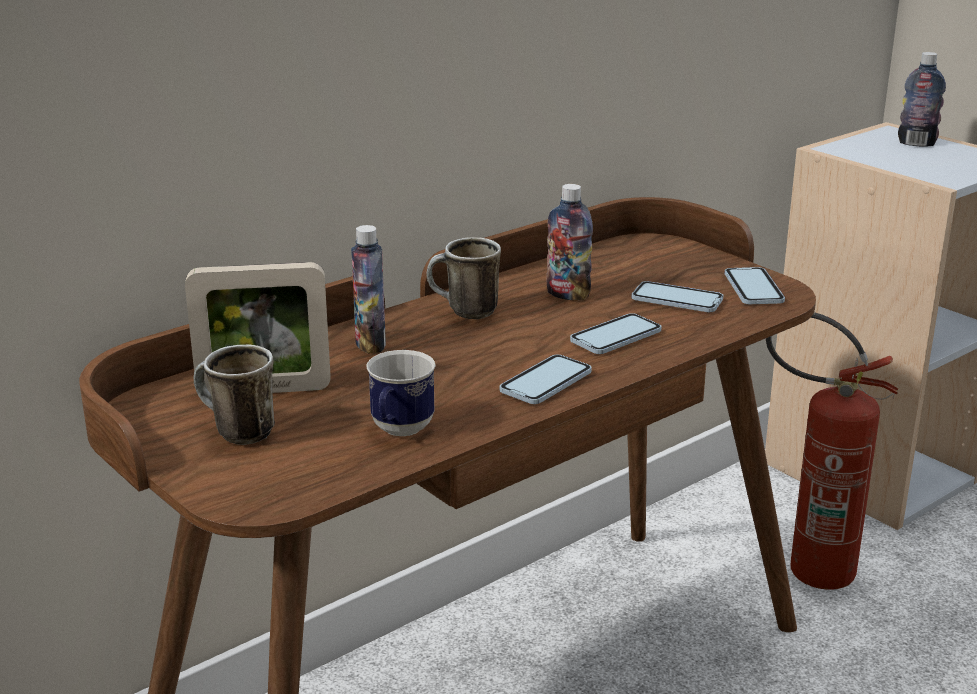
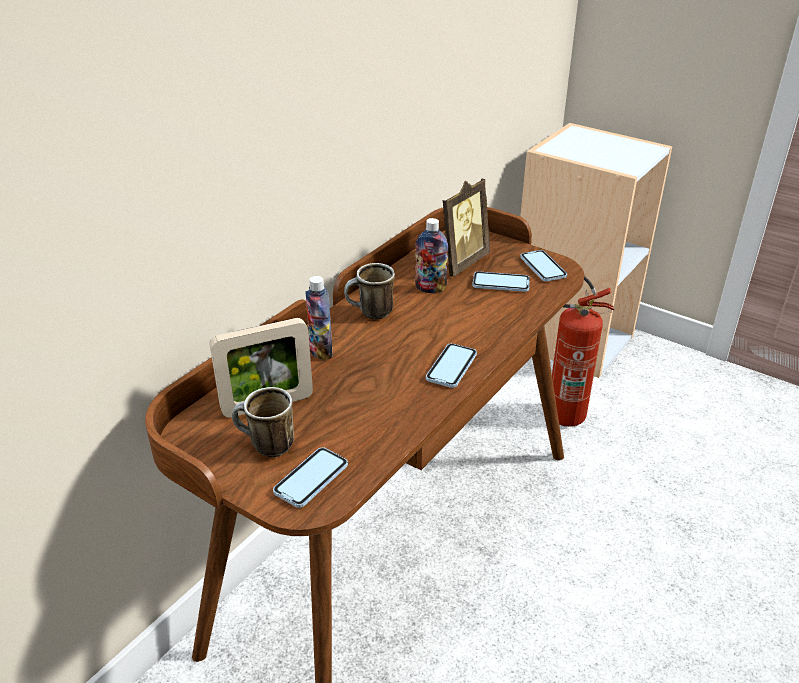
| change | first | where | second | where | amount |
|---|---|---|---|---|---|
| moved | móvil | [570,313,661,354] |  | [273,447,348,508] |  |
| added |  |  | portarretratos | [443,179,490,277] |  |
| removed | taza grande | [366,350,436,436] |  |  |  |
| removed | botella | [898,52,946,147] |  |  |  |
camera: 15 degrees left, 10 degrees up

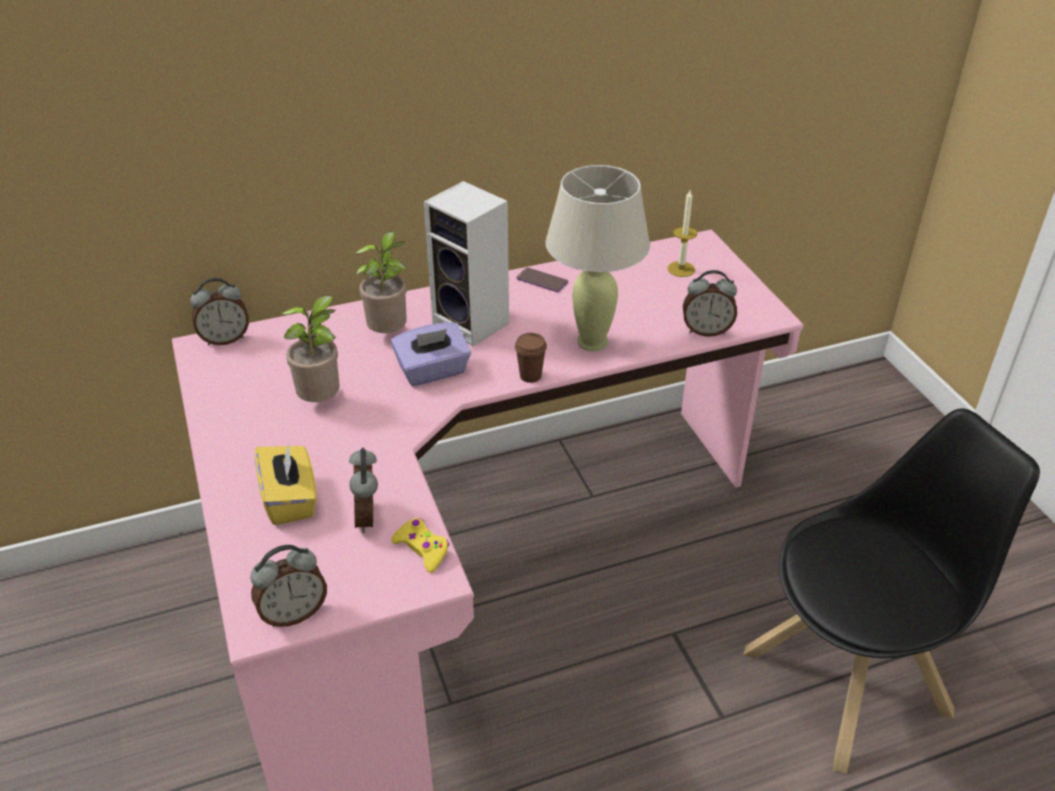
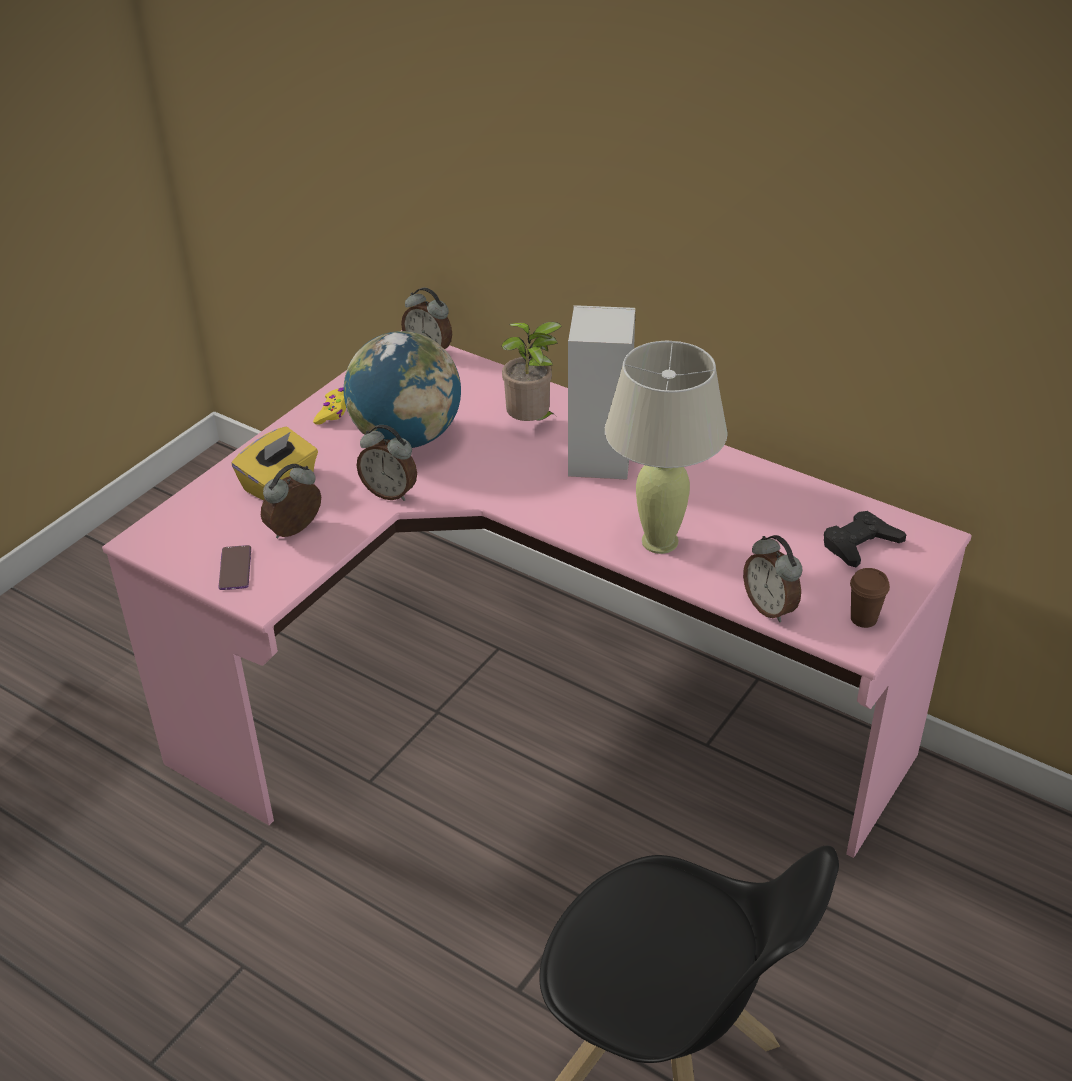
| change | first | where | second | where | amount |
|---|---|---|---|---|---|
| moved | móvil | [516,267,568,292] |  | [219,545,251,590] |  |
| moved | mando de consola [amarillo] | [391,518,449,573] |  | [313,388,346,424] |  |
| replaced | planta en maceta | [282,295,341,402] | globo terráqueo | [344,331,461,448] |  |
| moved | despertador | [250,545,327,627] |  | [357,425,417,501] |  |
| replaced | vela | [667,190,698,277] | mando de consola [negro] | [824,511,906,567] |  |
| moved | taza [marrón] | [515,333,547,383] |  | [850,568,890,628] |  |
| removed | caja de pañuelos [morado] | [391,322,471,386] |  |  |  |
camera: 55 degrees right, 0 degrees up

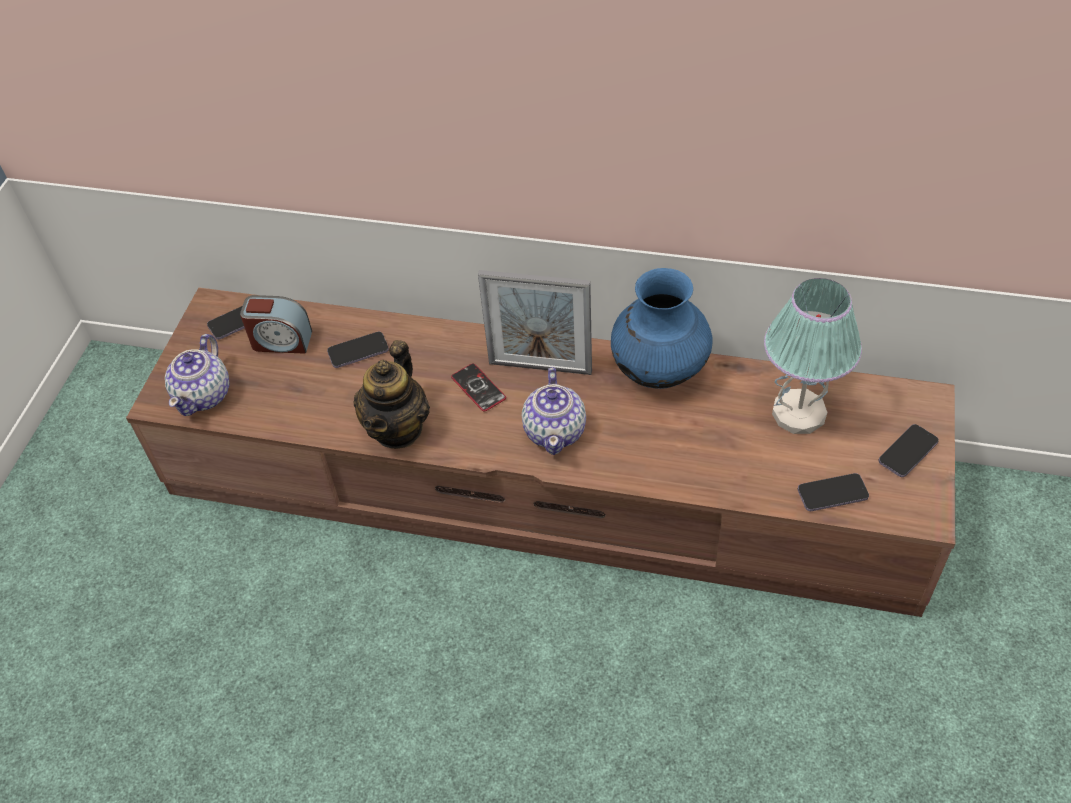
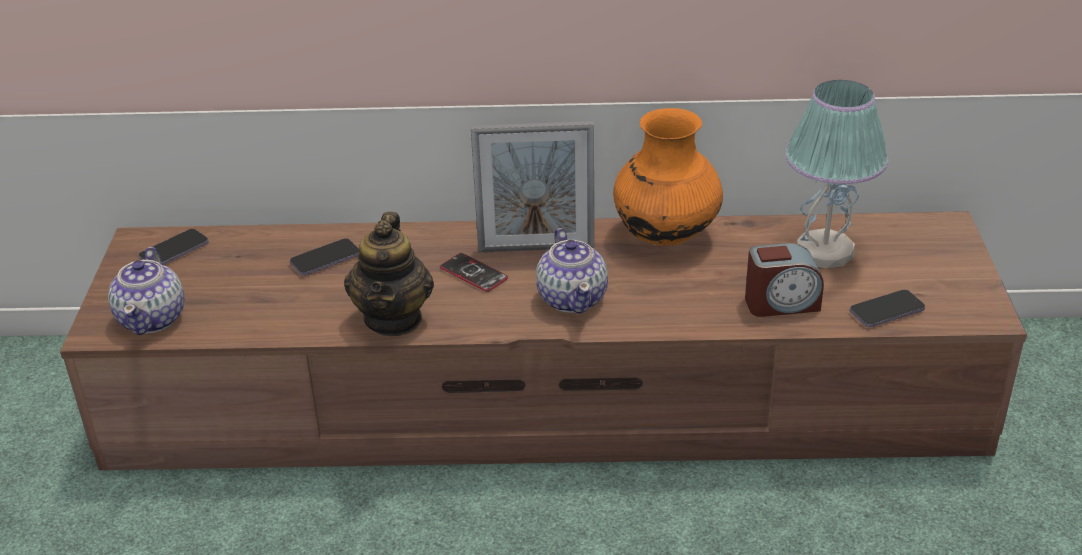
| change | first | where | second | where | amount |
|---|---|---|---|---|---|
| recoloured | florero [azul] | [611,268,712,389] | florero [naranja] | [613,108,723,246] |  |
| moved | despertador | [240,295,312,354] |  | [745,243,824,317] |  |
| removed | móvil | [879,424,939,477] |  |  |  |
camera: 15 degrees left, 15 degrees down

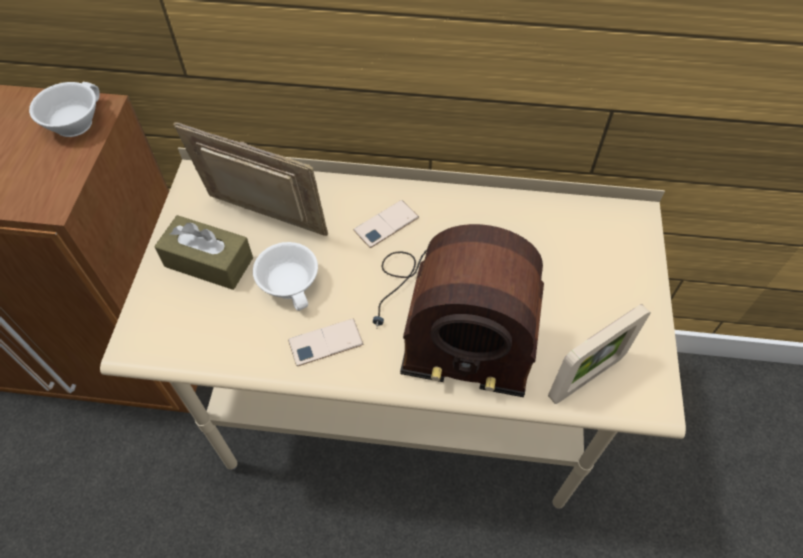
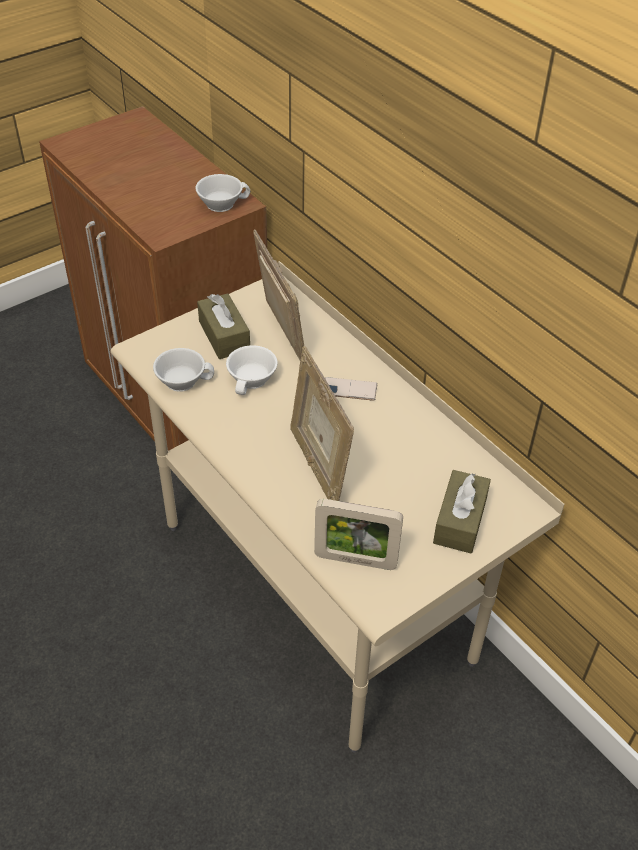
| change | first | where | second | where | amount |
|---|---|---|---|---|---|
| added |  |  | taza [blanco] | [153,348,214,392] |  |
| replaced | radio | [373,224,544,397] | portarretratos | [290,346,354,501] |  |
| added |  |  | caja de pañuelos [marrón] | [433,470,491,554] |  |
| removed | móvil | [288,319,363,366] |  |  |  |
camera: 45 degrees right, 10 degrees down

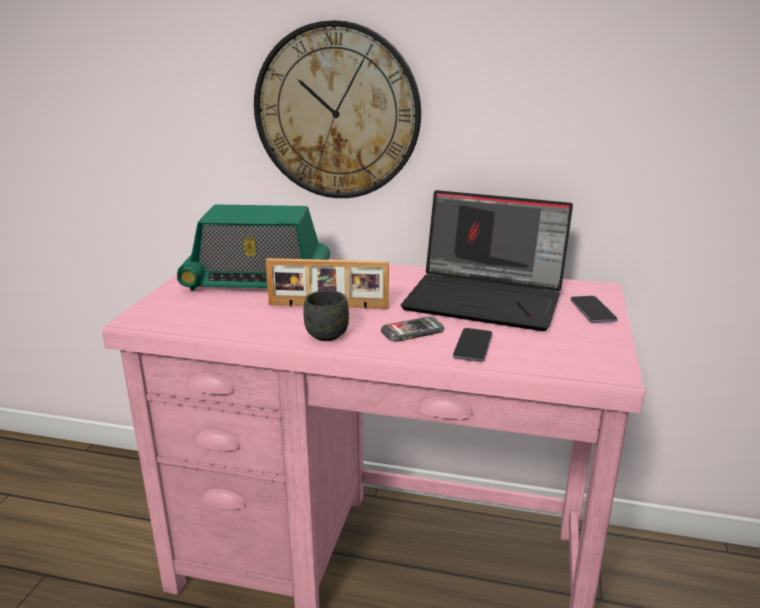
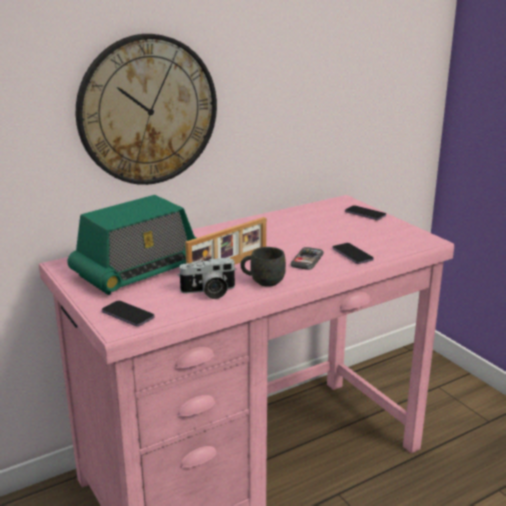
| change | first | where | second | where | amount |
|---|---|---|---|---|---|
| added |  |  | móvil | [102,301,154,326] |  |
| added |  |  | cámara | [178,257,236,299] |  |
| removed | portátil | [401,190,573,331] |  |  |  |
camera: 45 degrees left, 0 degrees up

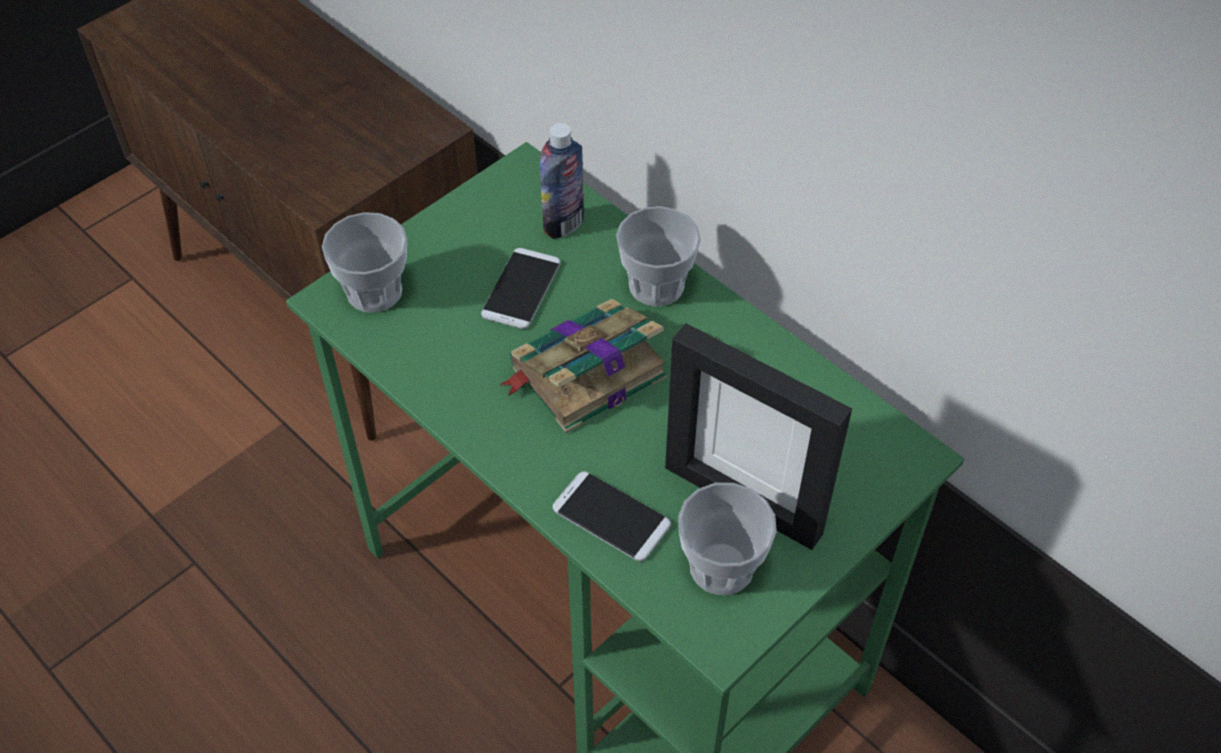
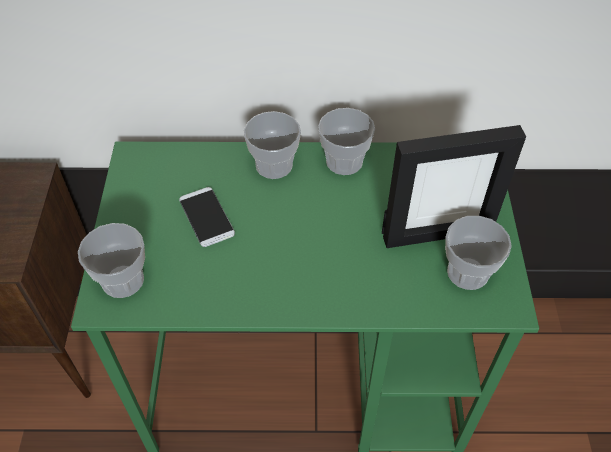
| change | first | where | second | where | amount |
|---|---|---|---|---|---|
| added |  |  | taza | [318,108,375,175] |  |
| removed | libro | [499,299,668,433] |  |  |  |
| removed | botella | [540,123,584,239] |  |  |  |
| removed | móvil | [553,471,671,561] |  |  |  |
camera: 45 degrees left, 0 degrees up

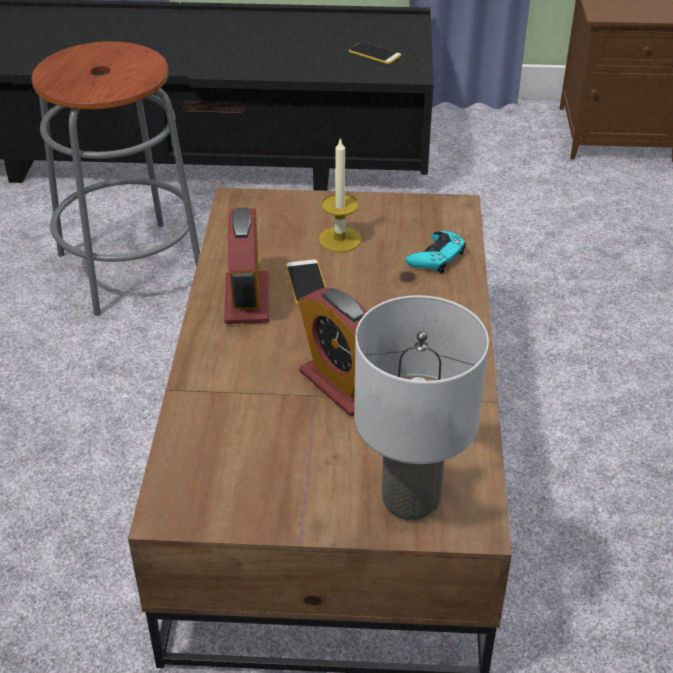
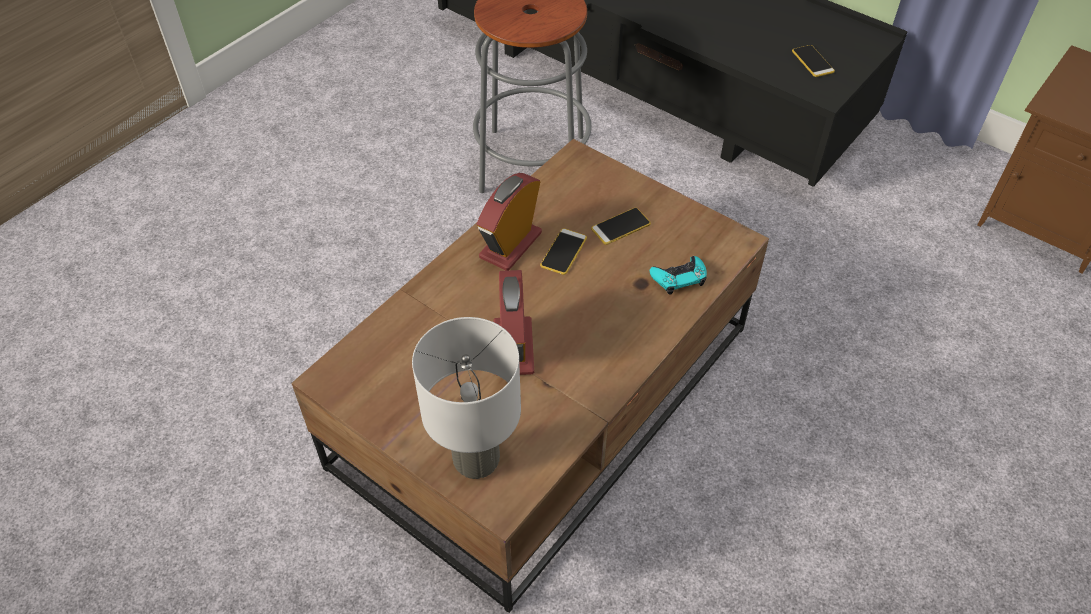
| change | first | where | second | where | amount |
|---|---|---|---|---|---|
| replaced | vela | [319,138,362,252] | móvil | [591,208,651,245] |  |
camera: 35 degrees right, 10 degrees up

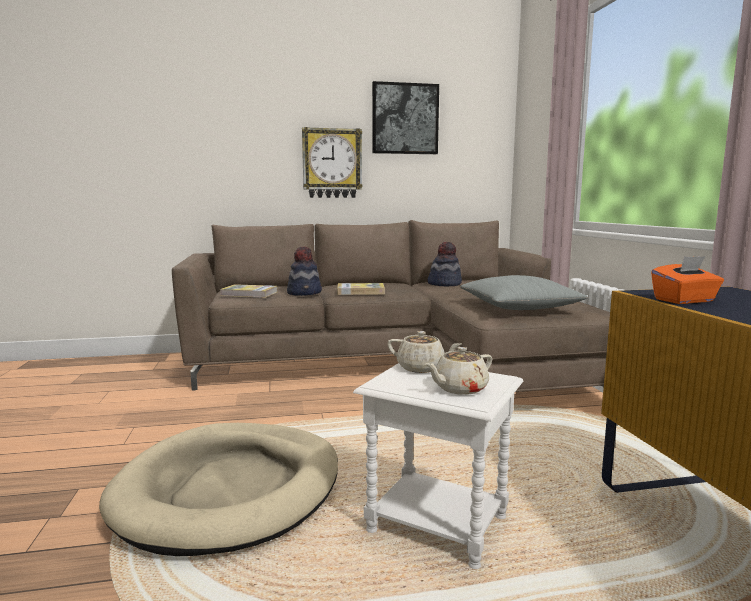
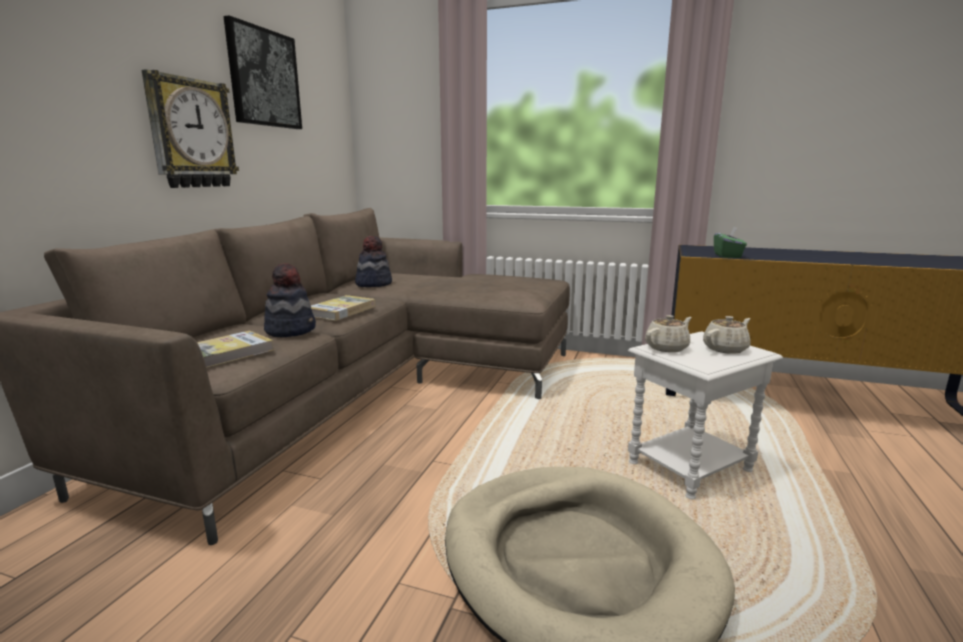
| change | first | where | second | where | amount |
|---|---|---|---|---|---|
| turned | tetera [beis] | [425,347,492,395] |  | [703,316,751,354] | 120 degrees counterclockwise |
| recoloured | caja de pañuelos [naranja] | [651,256,724,304] | caja de pañuelos [verde] | [714,227,747,258] |  |
| removed | cojín [gris] | [460,275,588,310] |  |  |  |
camera: 60 degrees left, 5 degrees up

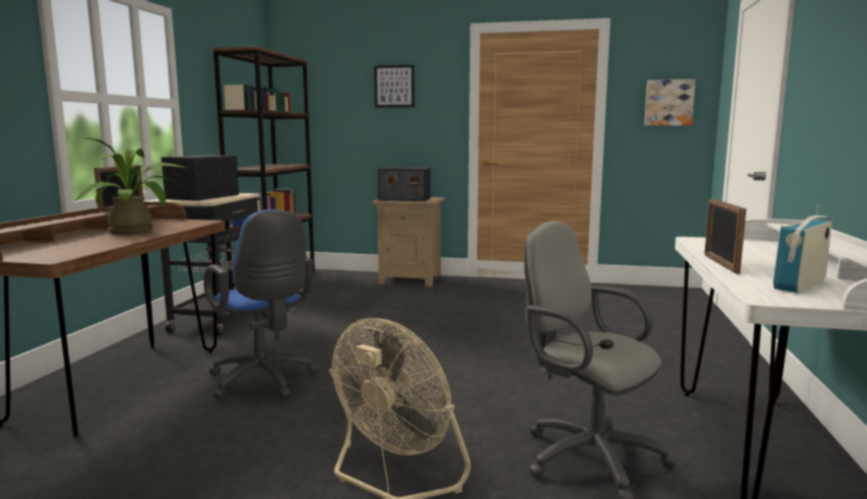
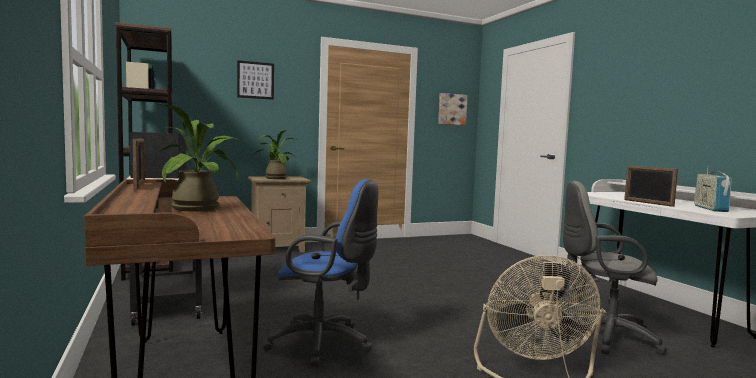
| change | first | where | second | where | amount |
|---|---|---|---|---|---|
| replaced | radio | [378,167,430,201] | planta en maceta | [253,130,300,179] |  |
camera: 35 degrees left, 5 degrees down

